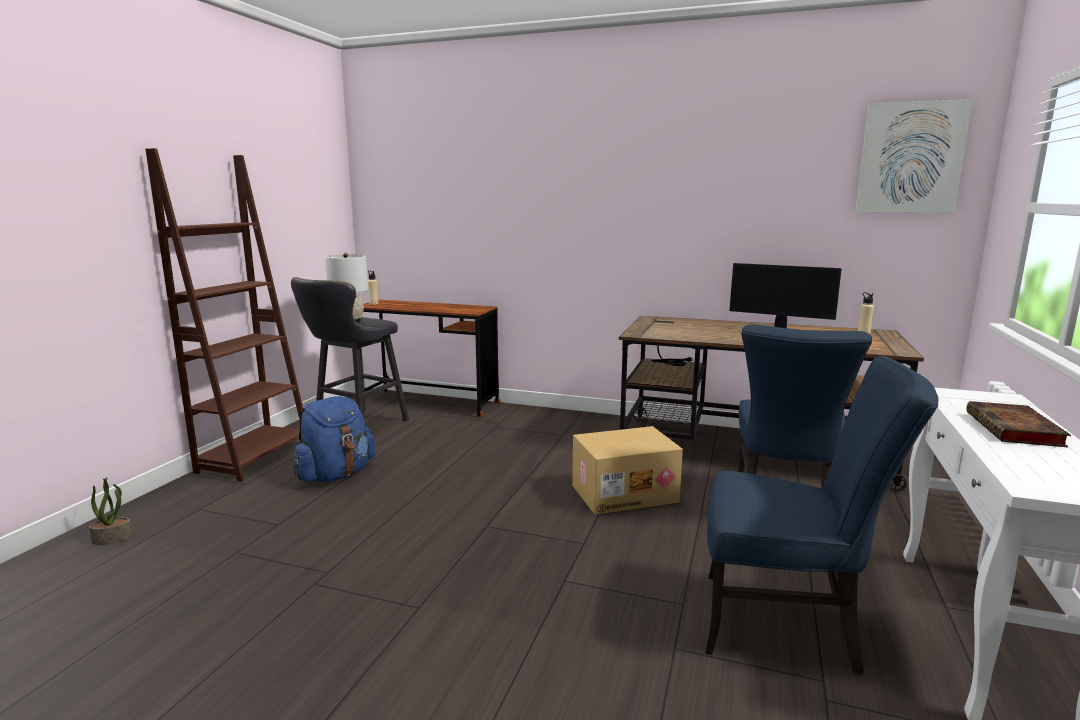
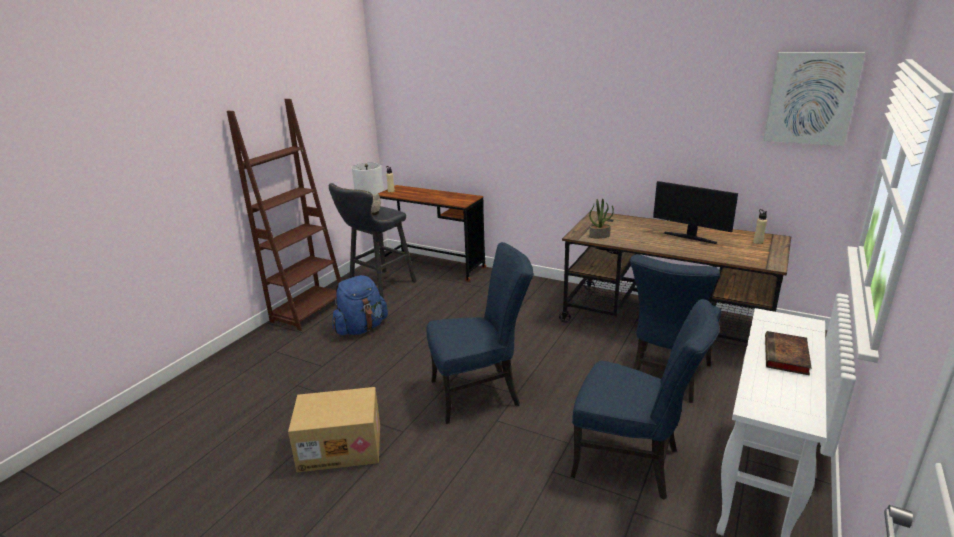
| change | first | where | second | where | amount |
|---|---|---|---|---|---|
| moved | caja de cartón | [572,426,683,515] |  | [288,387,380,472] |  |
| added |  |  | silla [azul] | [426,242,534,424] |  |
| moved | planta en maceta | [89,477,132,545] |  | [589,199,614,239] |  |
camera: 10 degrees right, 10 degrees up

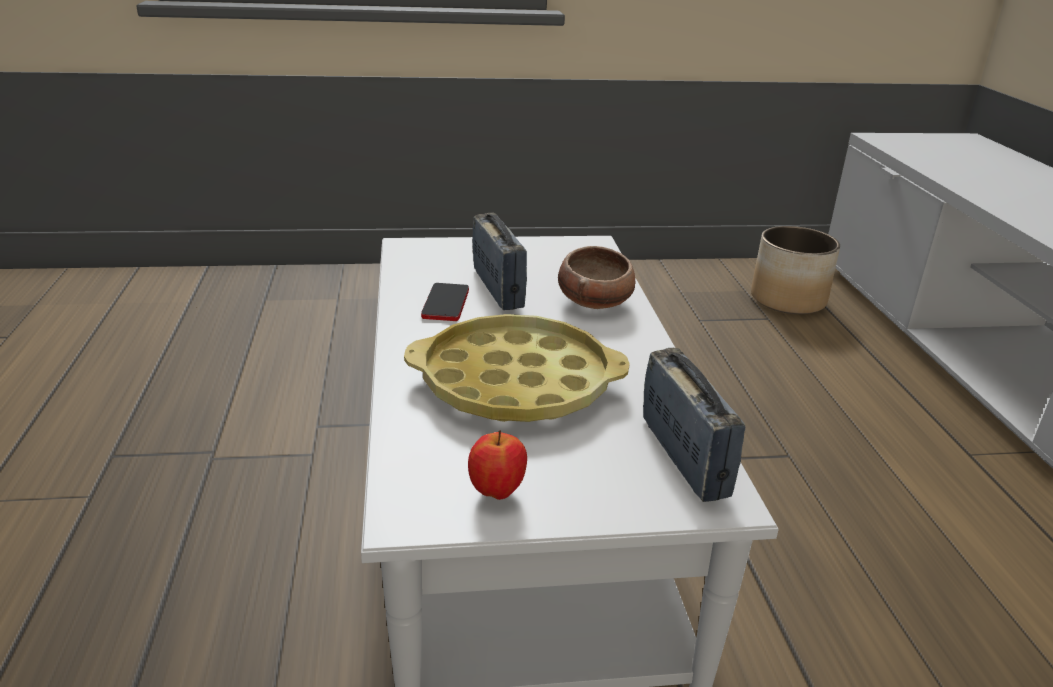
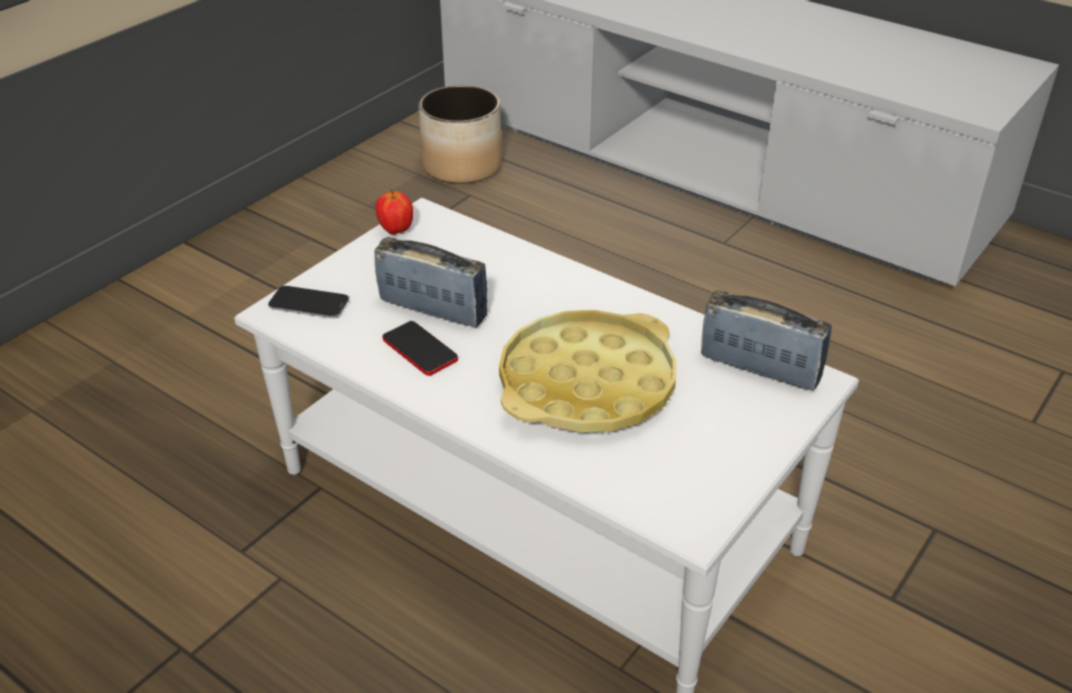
| change | first | where | second | where | amount |
|---|---|---|---|---|---|
| added |  |  | móvil | [268,286,349,318] |  |
| moved | manzana | [468,431,527,500] |  | [376,189,413,235] |  |
| removed | cuenco | [558,246,636,309] |  |  |  |
camera: 45 degrees left, 10 degrees up

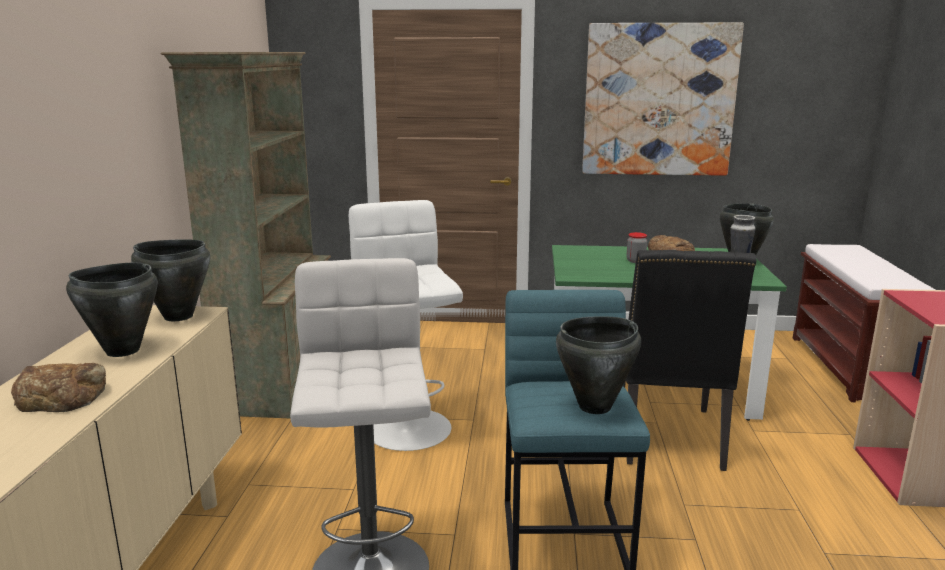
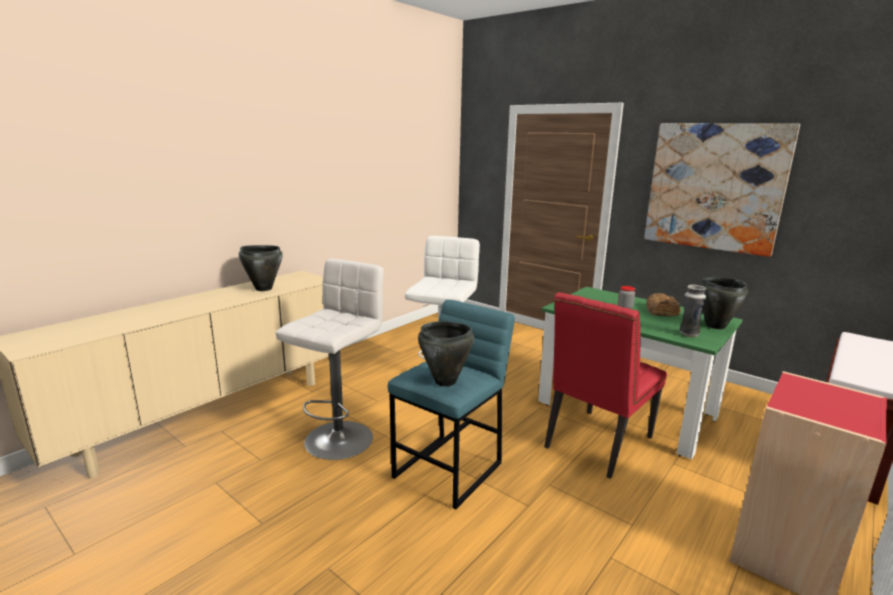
| change | first | where | second | where | amount |
|---|---|---|---|---|---|
| recoloured | silla [negro] | [623,250,757,471] | silla [rojo] | [544,292,667,479] |  |
| removed | pan | [11,363,106,412] |  |  |  |
| removed | olla [negro] | [131,239,210,321] |  |  |  |
| removed | estantería [verde] | [160,52,331,418] |  |  |  |
camera: 35 degrees right, 0 degrees up

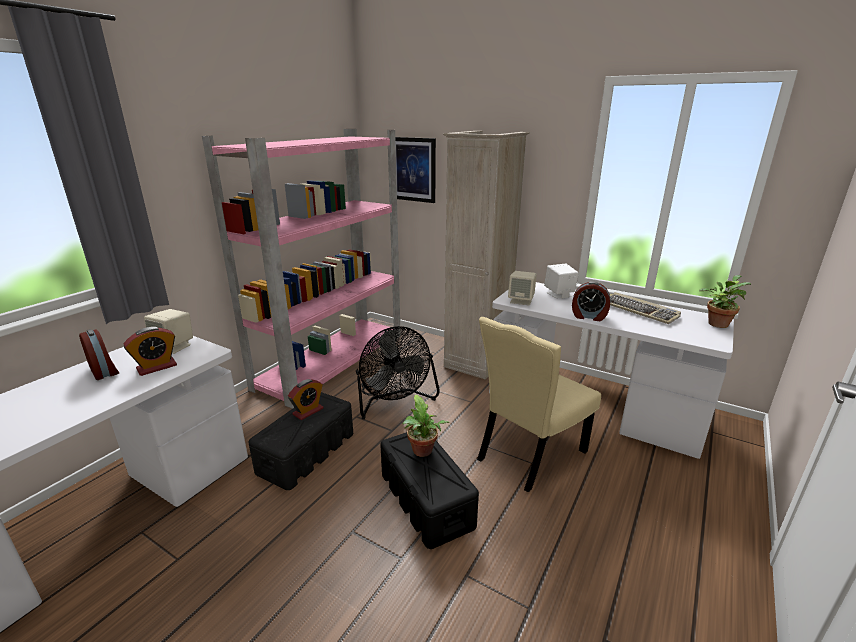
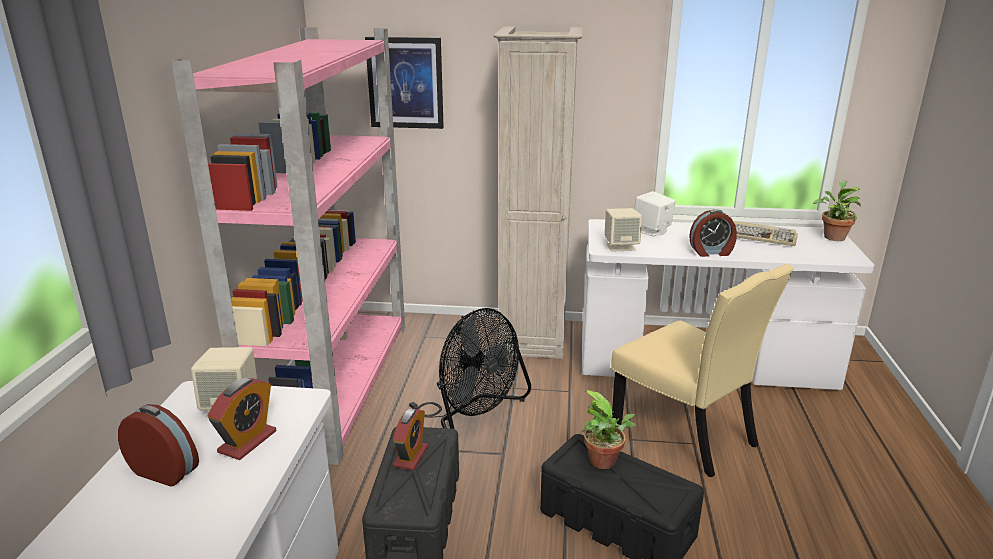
| change | first | where | second | where | amount |
|---|---|---|---|---|---|
| turned | silla [beis] | [477,317,601,492] |  | [611,264,793,477] | 60 degrees counterclockwise |
camera: 25 degrees left, 0 degrees up

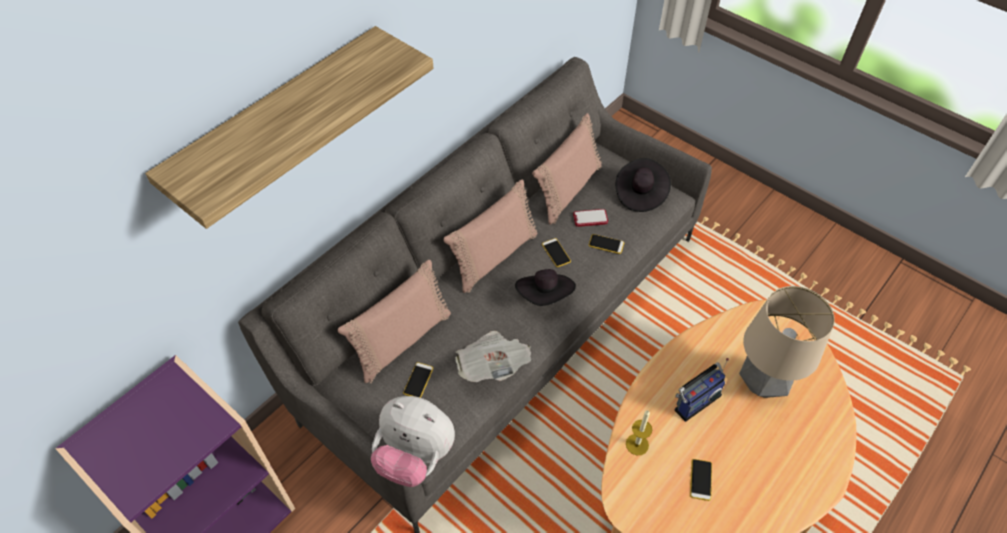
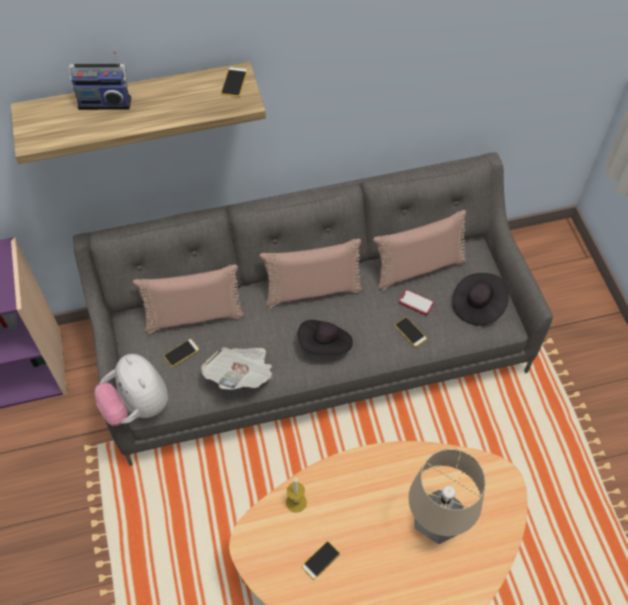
| change | first | where | second | where | amount |
|---|---|---|---|---|---|
| moved | radio | [675,358,729,422] |  | [69,51,131,110] |  |
| moved | móvil | [542,238,571,267] |  | [221,67,248,97] |  |
camera: 35 degrees right, 5 degrees up

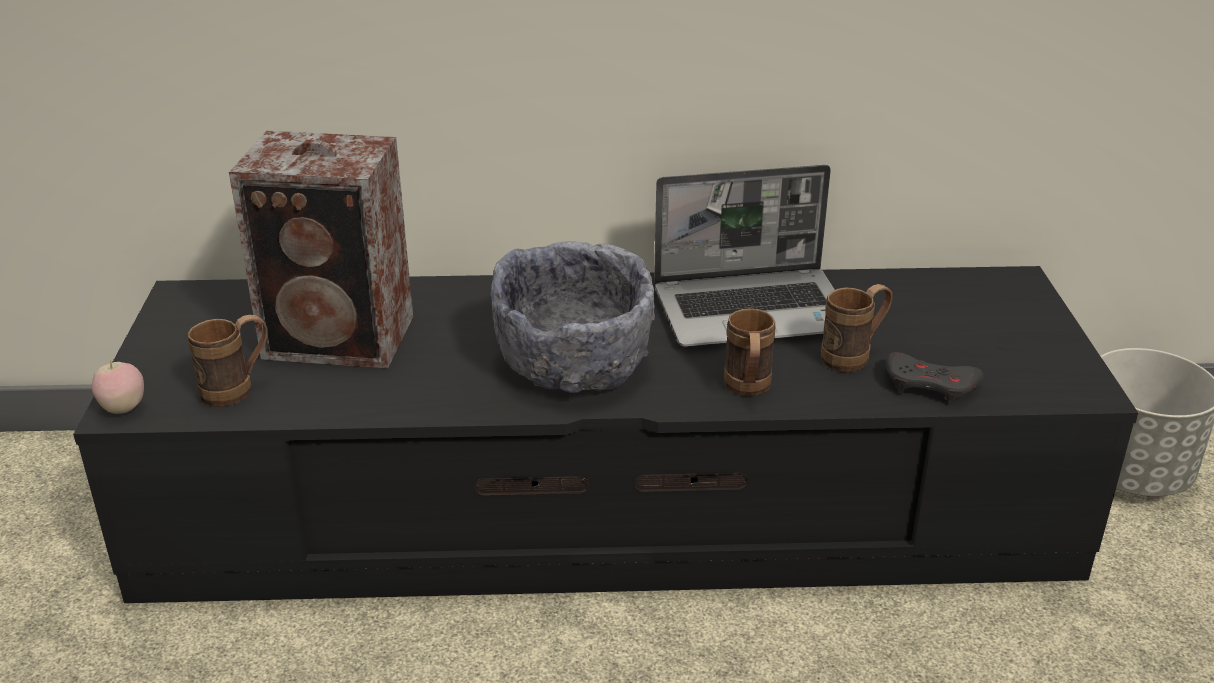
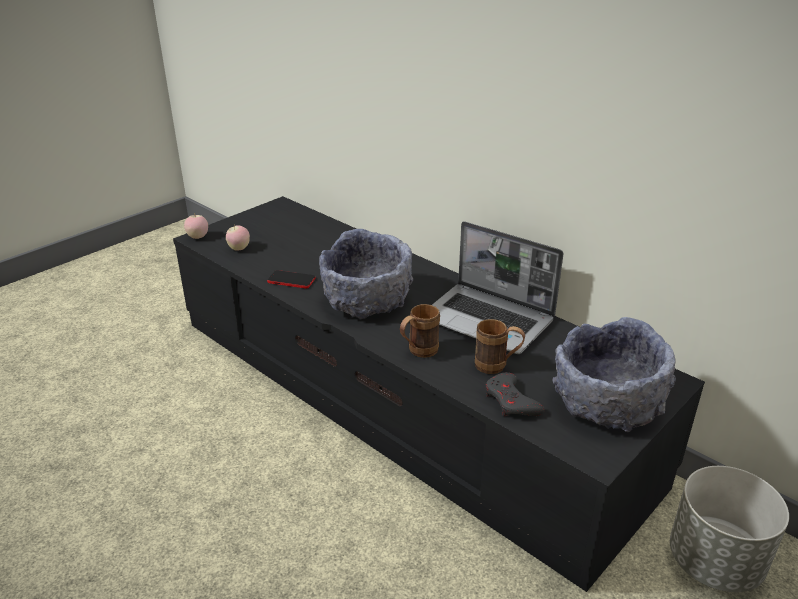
| change | first | where | second | where | amount |
|---|---|---|---|---|---|
| replaced | taza grande [marrón] | [188,315,268,407] | manzana | [226,225,250,250] |  |
| added |  |  | móvil | [267,270,316,288] |  |
| added |  |  | cuenco [gris] | [553,317,676,432] |  |
| removed | altavoz | [229,131,413,368] |  |  |  |
camera: 45 degrees right, 0 degrees up

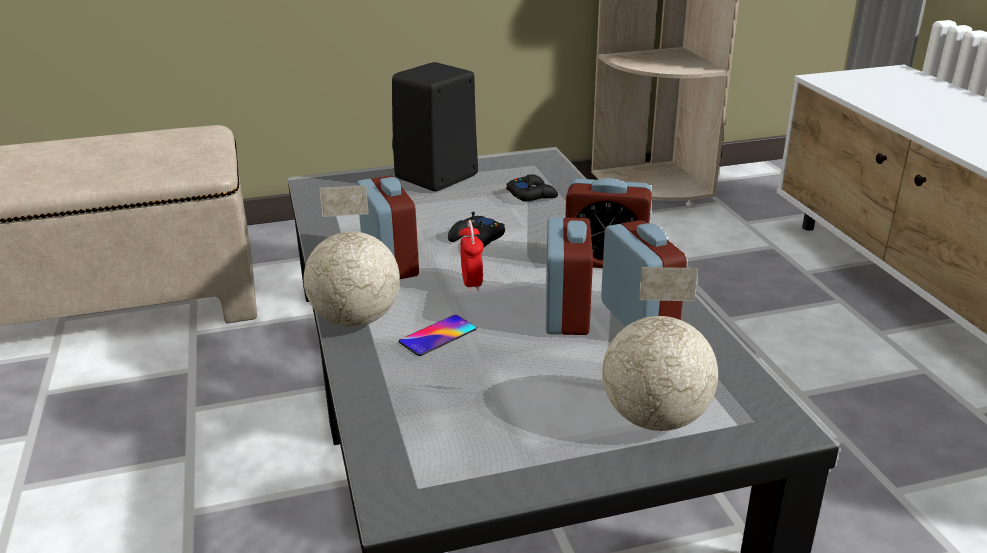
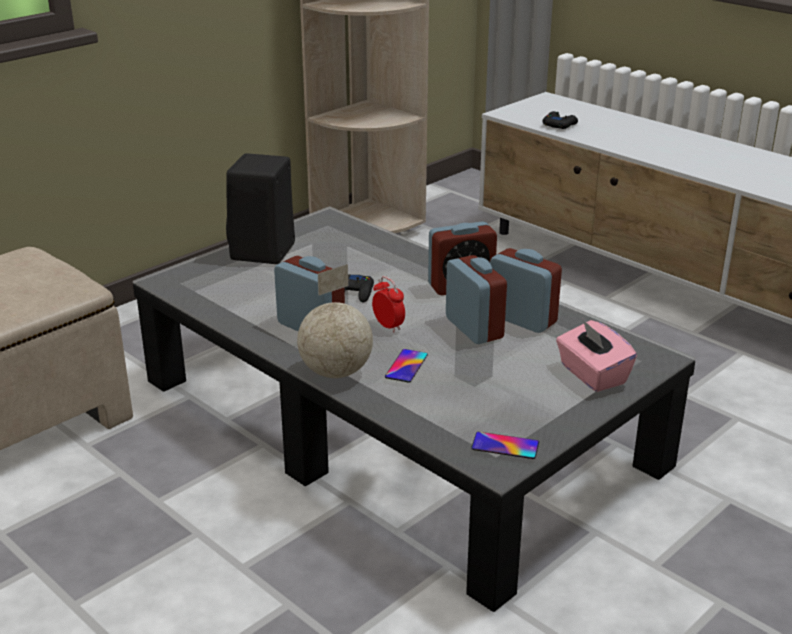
| change | first | where | second | where | amount |
|---|---|---|---|---|---|
| added |  |  | móvil | [471,432,539,459] |  |
| moved | mando de consola [negro] | [506,174,558,202] |  | [542,111,578,129] |  |
| replaced | globo terráqueo | [602,267,718,431] | caja de pañuelos [rosa] | [556,320,637,392] |  |
camera: 30 degrees left, 0 degrees up

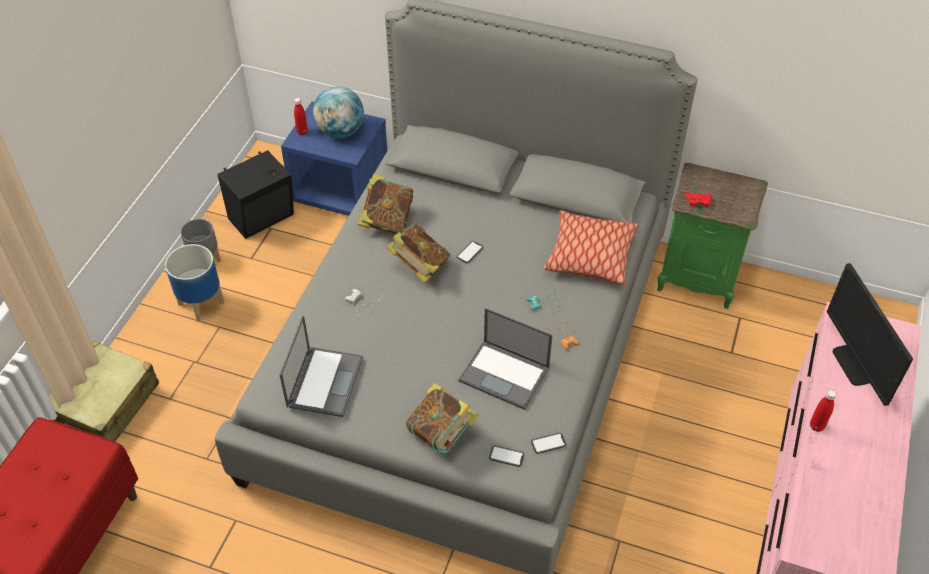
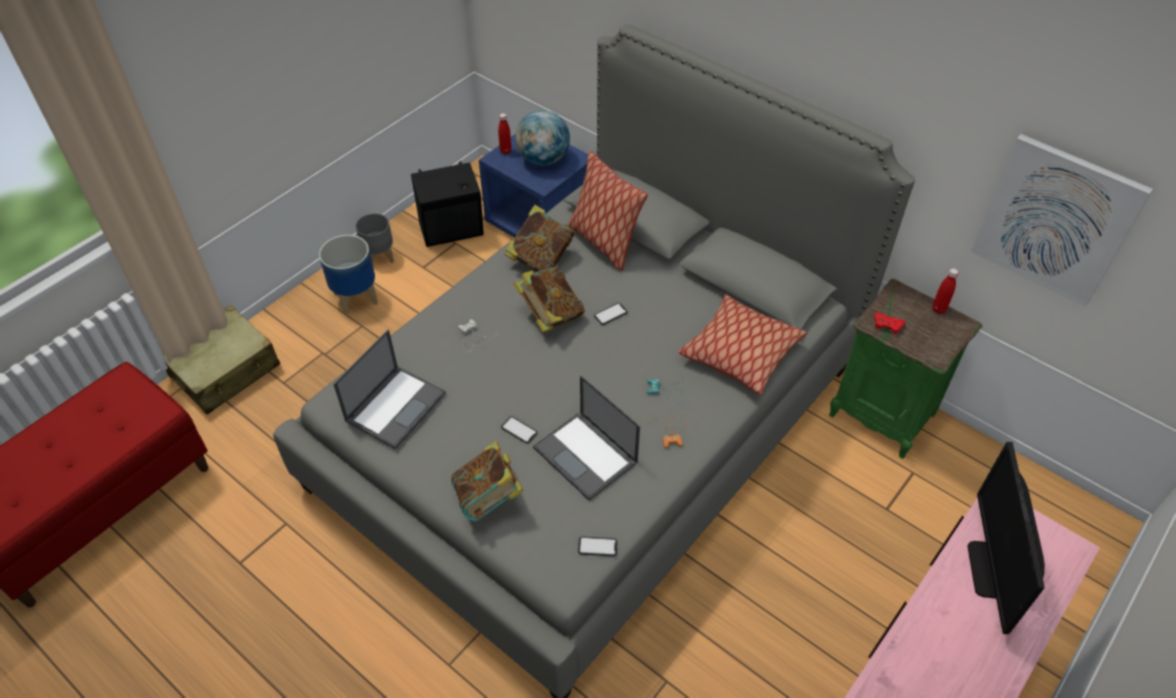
| change | first | where | second | where | amount |
|---|---|---|---|---|---|
| moved | móvil | [489,446,524,467] |  | [501,416,538,444] |  |
| added |  |  | cojín | [568,151,648,271] |  |
| moved | botella [rojo] | [810,390,837,432] |  | [932,268,959,314] |  |
| added |  |  | cuadro | [971,134,1153,307] |  |
camera: 20 degrees right, 0 degrees up

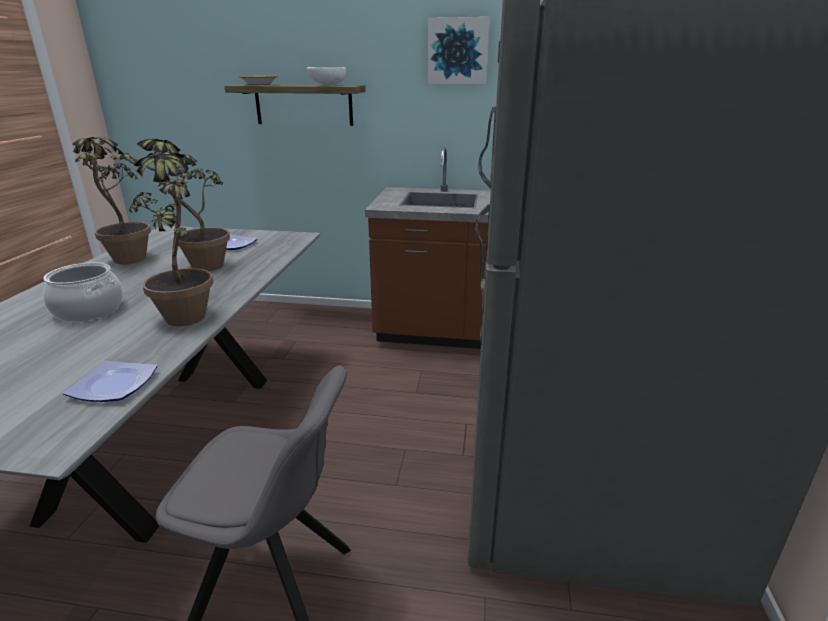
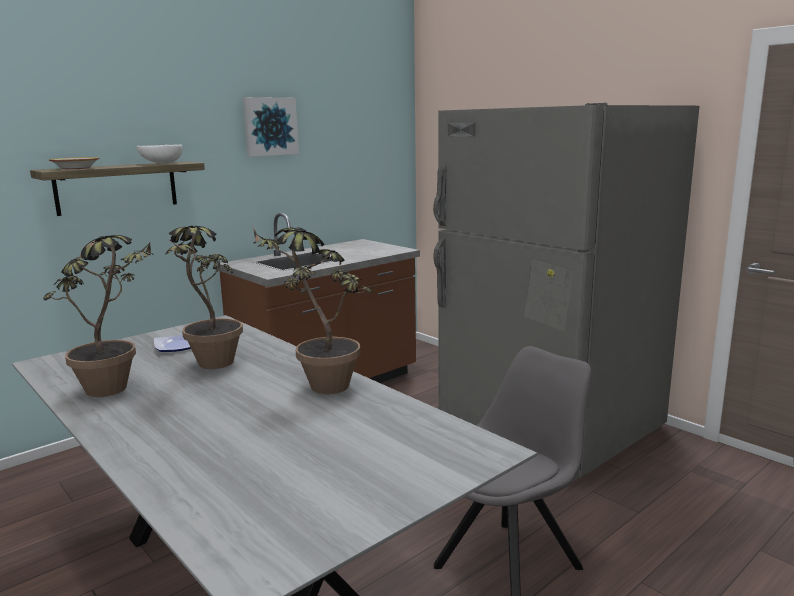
| change | first | where | second | where | amount |
|---|---|---|---|---|---|
| removed | olla | [43,262,123,322] |  |  |  |
| removed | plato | [63,361,158,402] |  |  |  |
camera: 50 degrees left, 10 degrees down

